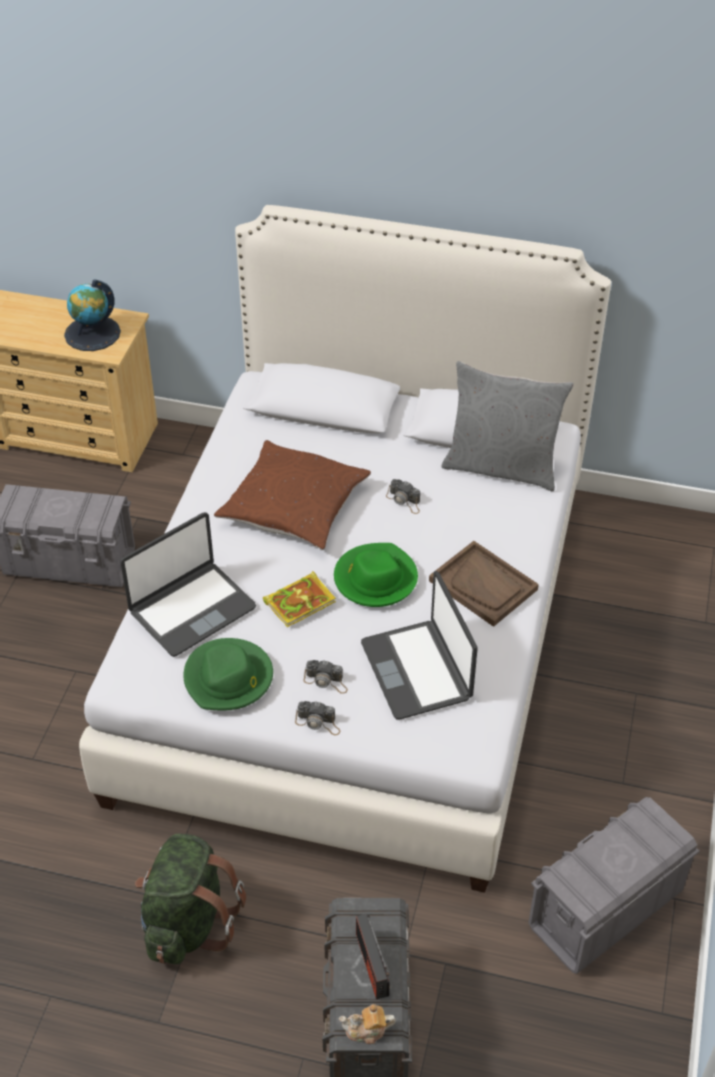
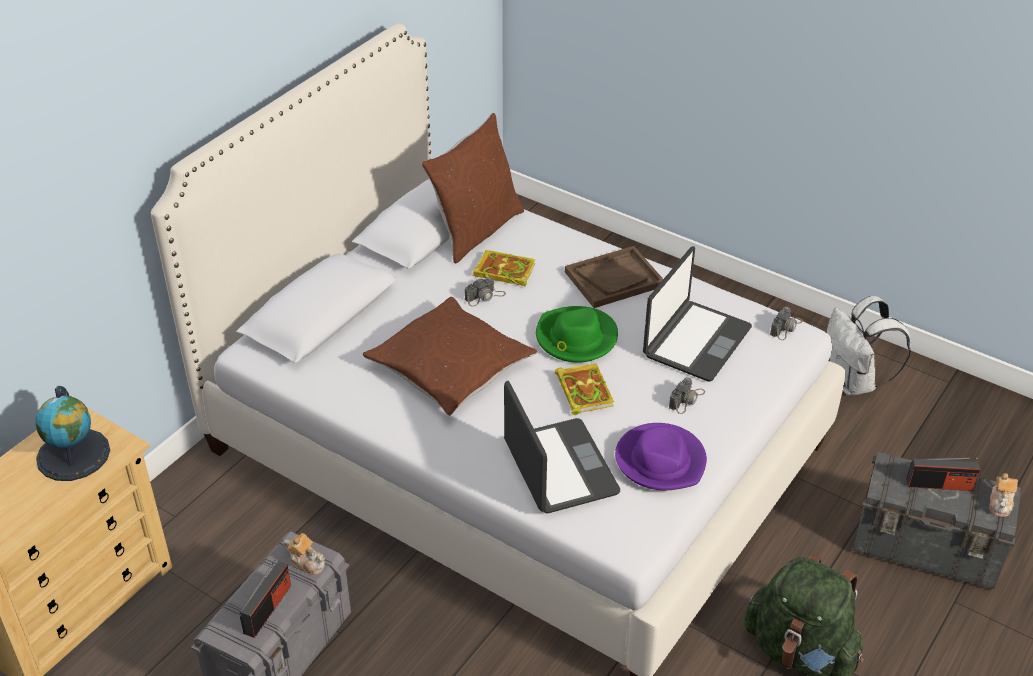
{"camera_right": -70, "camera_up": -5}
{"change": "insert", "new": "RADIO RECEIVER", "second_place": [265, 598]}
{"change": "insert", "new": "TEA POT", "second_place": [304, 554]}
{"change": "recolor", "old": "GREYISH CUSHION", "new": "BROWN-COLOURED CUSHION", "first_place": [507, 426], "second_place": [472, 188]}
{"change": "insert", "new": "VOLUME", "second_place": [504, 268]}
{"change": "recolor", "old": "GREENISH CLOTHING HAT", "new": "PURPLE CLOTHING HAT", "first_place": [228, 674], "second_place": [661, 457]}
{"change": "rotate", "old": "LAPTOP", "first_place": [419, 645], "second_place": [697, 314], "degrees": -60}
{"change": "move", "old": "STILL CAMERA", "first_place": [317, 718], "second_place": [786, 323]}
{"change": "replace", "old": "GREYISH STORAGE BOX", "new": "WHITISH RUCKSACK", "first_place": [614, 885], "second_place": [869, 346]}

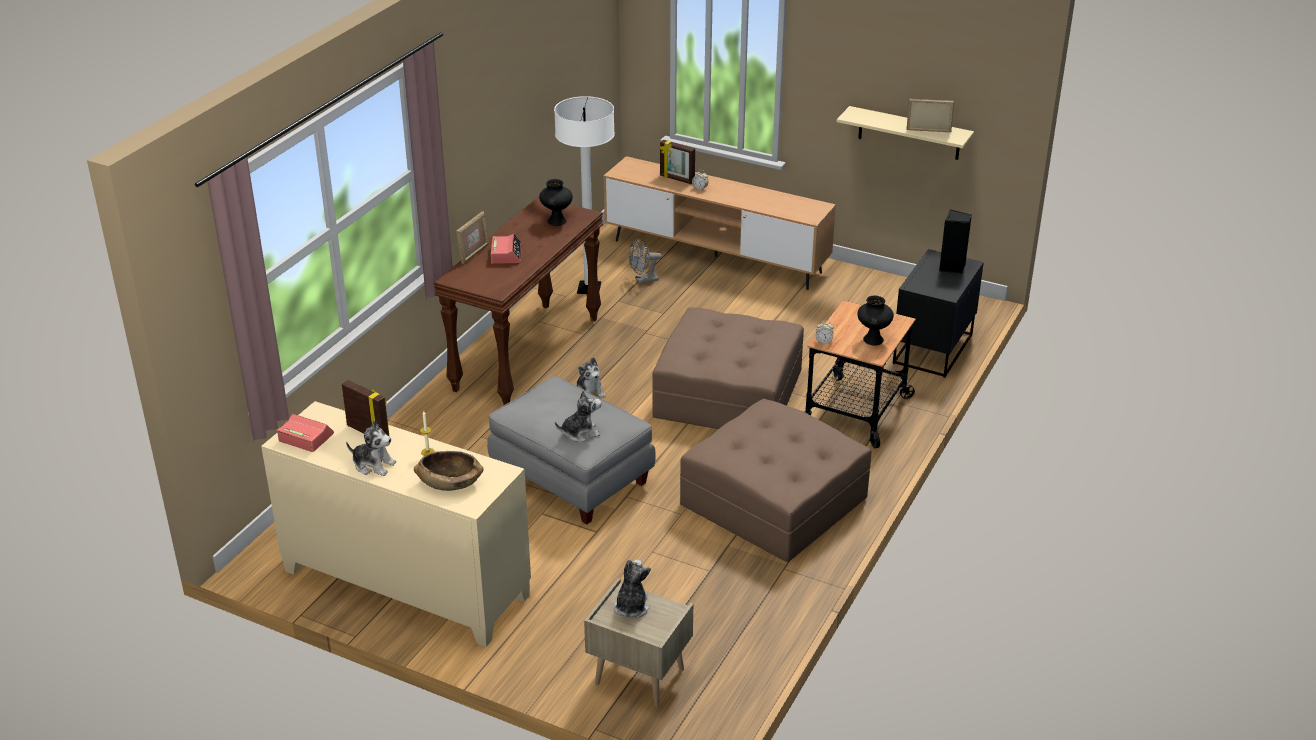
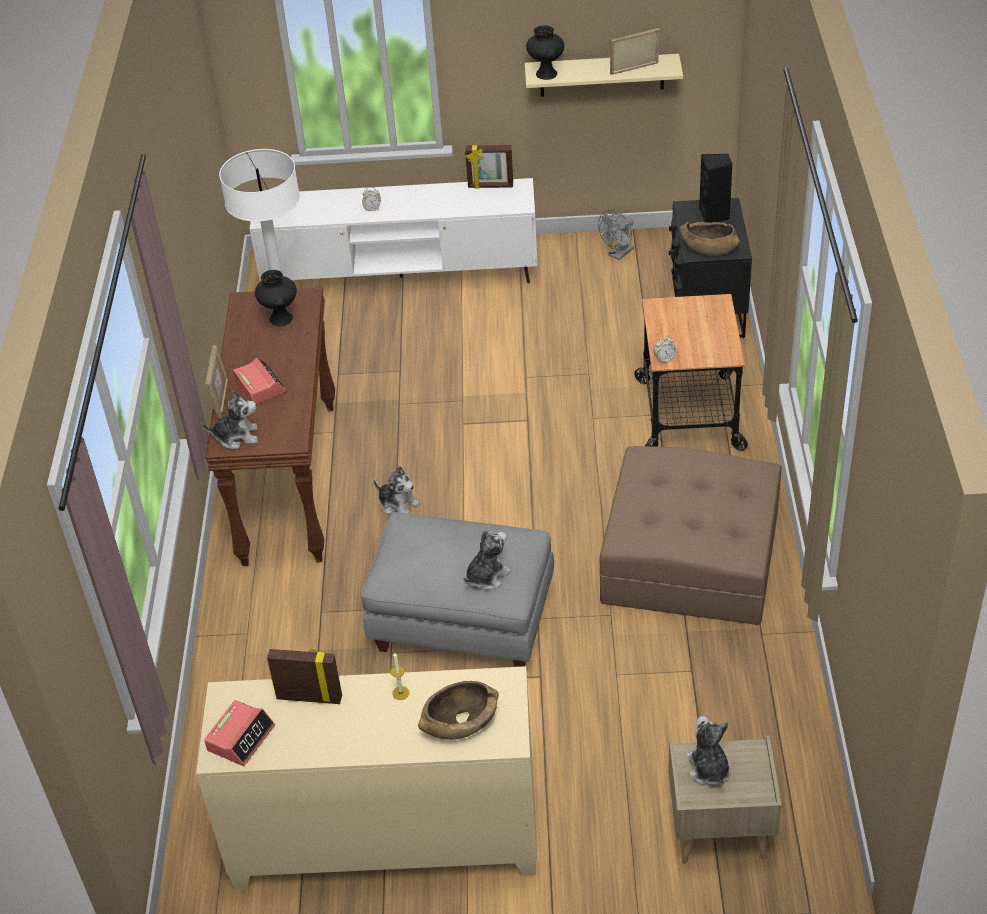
{"camera_right": -25, "camera_up": 10}
{"change": "move", "old": "CUDDLY TOY", "first_place": [371, 448], "second_place": [230, 419]}
{"change": "rotate", "old": "BEDSIDE CLOCK", "first_place": [305, 433], "second_place": [239, 733], "degrees": 120}
{"change": "recolor", "old": "BROWN-COLOURED TV UNIT", "new": "WHITISH TV UNIT", "first_place": [720, 223], "second_place": [394, 230]}
{"change": "move", "old": "PHOTO FRAME", "first_place": [677, 162], "second_place": [489, 167]}
{"change": "move", "old": "BLACK-COLOURED VASE", "first_place": [875, 321], "second_place": [545, 52]}
{"change": "move", "old": "GREYISH ELECTRIC FAN", "first_place": [645, 261], "second_place": [616, 235]}
{"change": "insert", "new": "BROWN-COLOURED BOWL", "second_place": [710, 239]}
{"change": "delete", "old": "BROWN-COLOURED OTTOMAN", "first_place": [728, 368]}

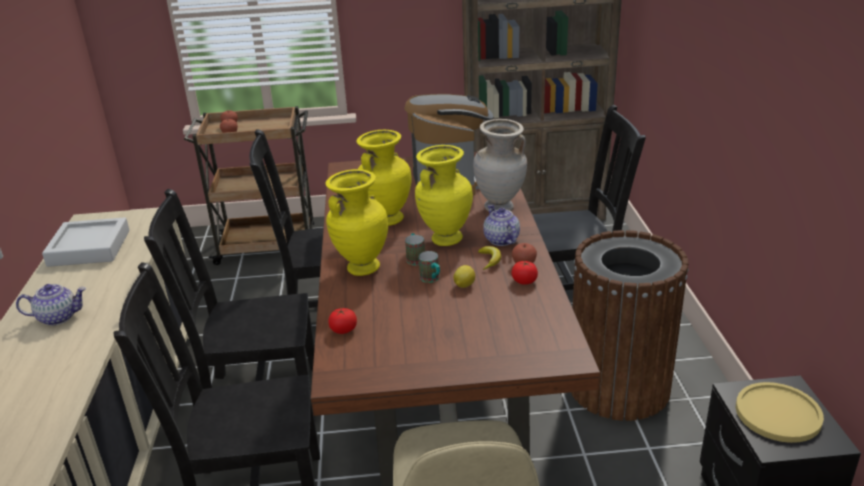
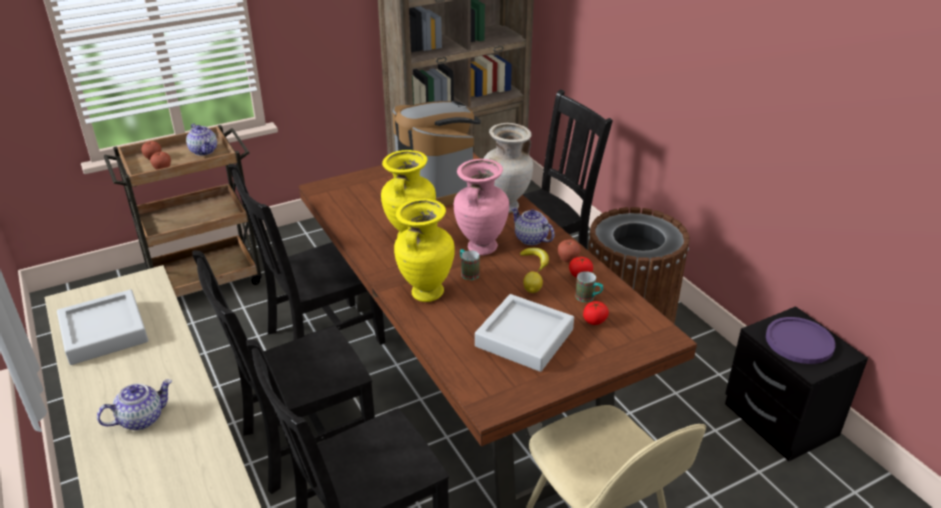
{"camera_right": -25, "camera_up": 5}
{"change": "insert", "new": "TEA POT", "second_place": [201, 139]}
{"change": "recolor", "old": "YELLOW VASE", "new": "PINK VASE", "first_place": [444, 195], "second_place": [481, 207]}
{"change": "insert", "new": "GREYISH CARRYING TRAY", "second_place": [524, 333]}
{"change": "move", "old": "MUG", "first_place": [429, 267], "second_place": [589, 286]}
{"change": "move", "old": "TOMATO", "first_place": [342, 321], "second_place": [596, 313]}
{"change": "recolor", "old": "YELLOW PLATE", "new": "PURPLE PLATE", "first_place": [780, 412], "second_place": [800, 340]}

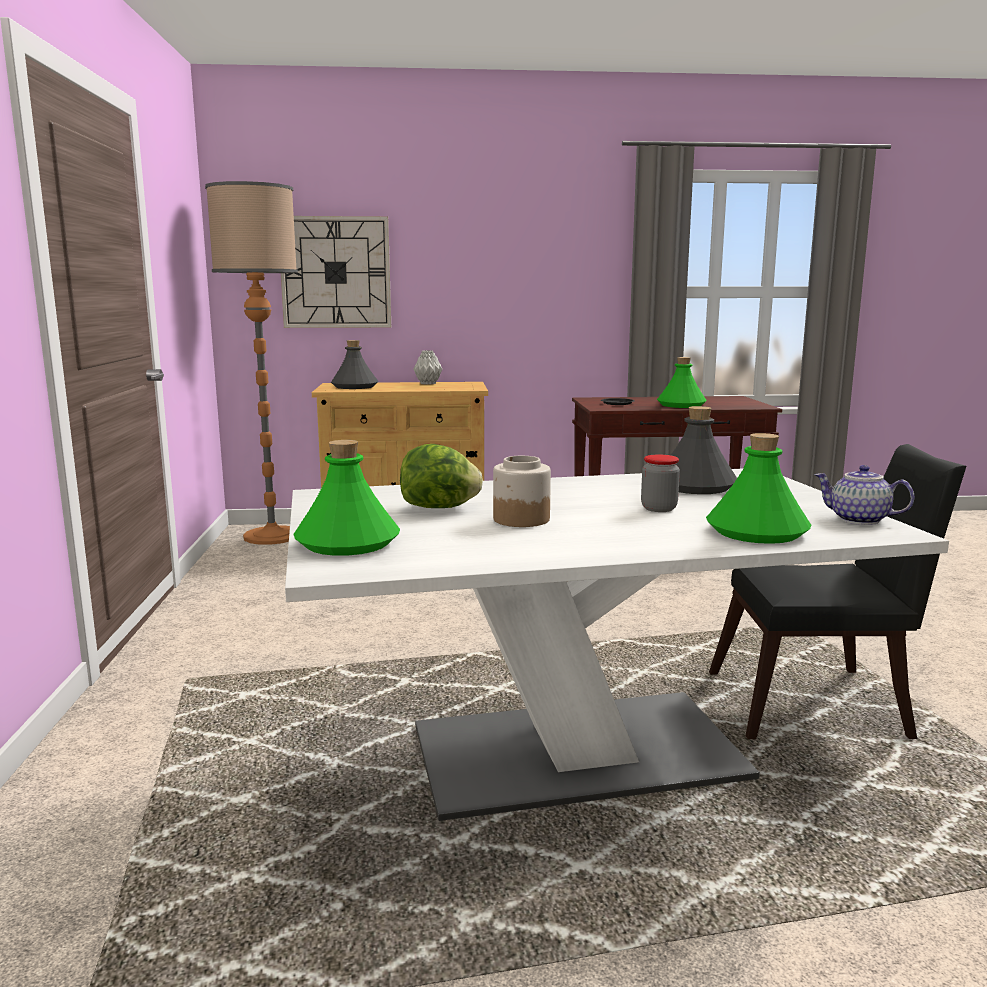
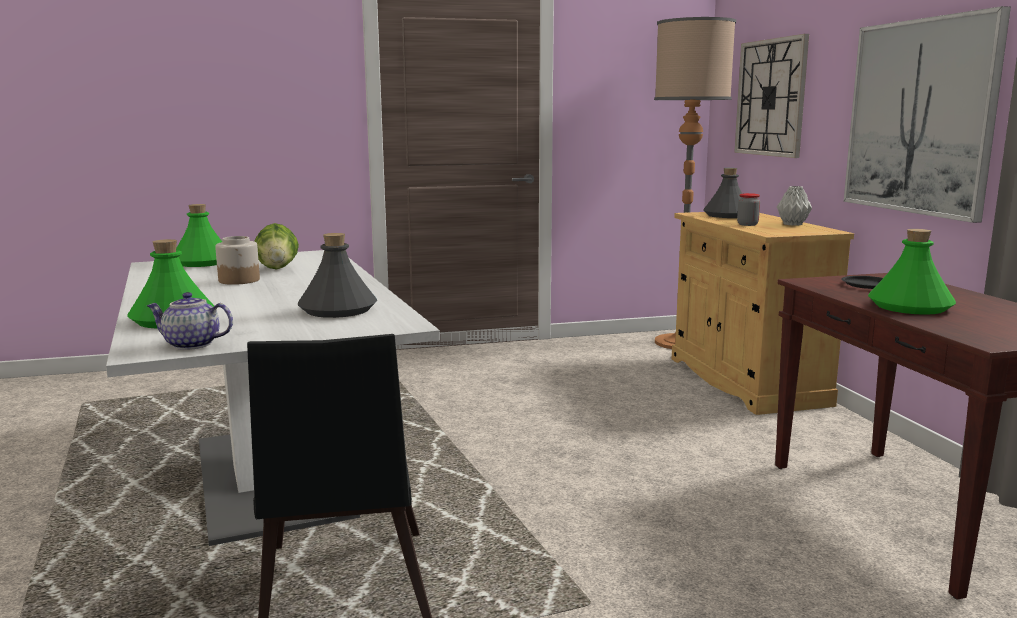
{"camera_right": 80, "camera_up": 0}
{"change": "rotate", "old": "TEA POT", "first_place": [864, 495], "second_place": [189, 321], "degrees": -105}
{"change": "move", "old": "STORAGE JAR", "first_place": [660, 483], "second_place": [748, 209]}
{"change": "insert", "new": "WALL ART", "second_place": [927, 114]}

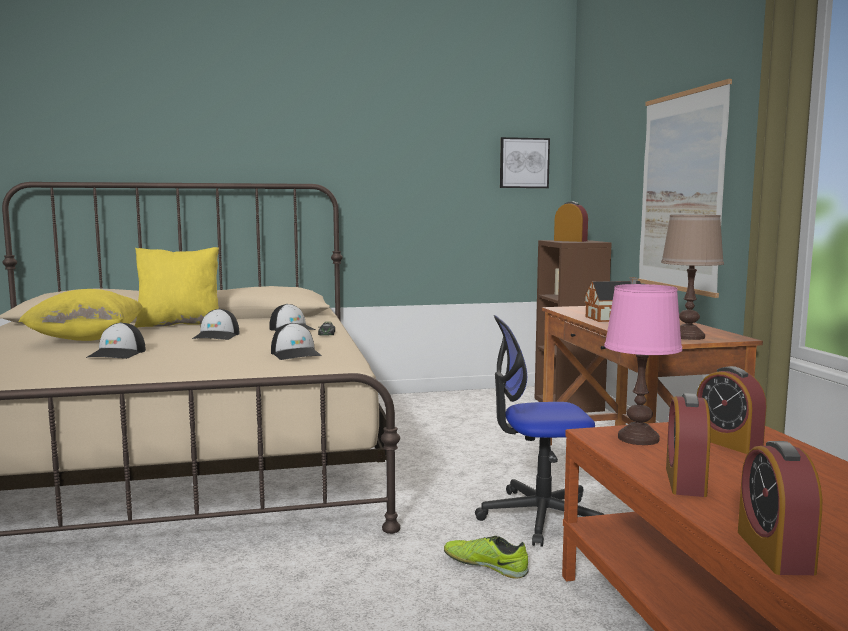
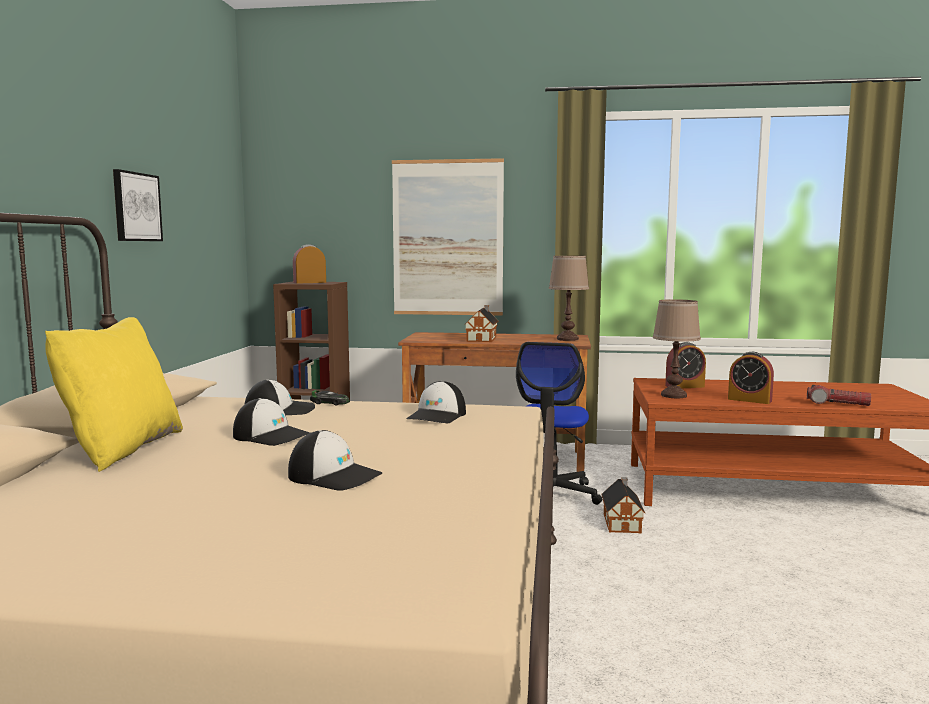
{"camera_right": -70, "camera_up": 0}
{"change": "move", "old": "WALL ART", "first_place": [525, 162], "second_place": [138, 205]}
{"change": "rotate", "old": "BASEBALL CAP", "first_place": [296, 341], "second_place": [436, 402], "degrees": 120}
{"change": "replace", "old": "ITEM OF FOOTWEAR", "new": "TOY HOUSE", "first_place": [486, 557], "second_place": [623, 505]}
{"change": "recolor", "old": "PINK LAMP FOR A TABLE", "new": "BROWN-COLOURED LAMP FOR A TABLE", "first_place": [643, 364], "second_place": [677, 348]}
{"change": "replace", "old": "BEDSIDE CLOCK", "new": "TORCH", "first_place": [780, 508], "second_place": [839, 395]}
{"change": "delete", "old": "YELLOW CUSHION", "first_place": [80, 315]}

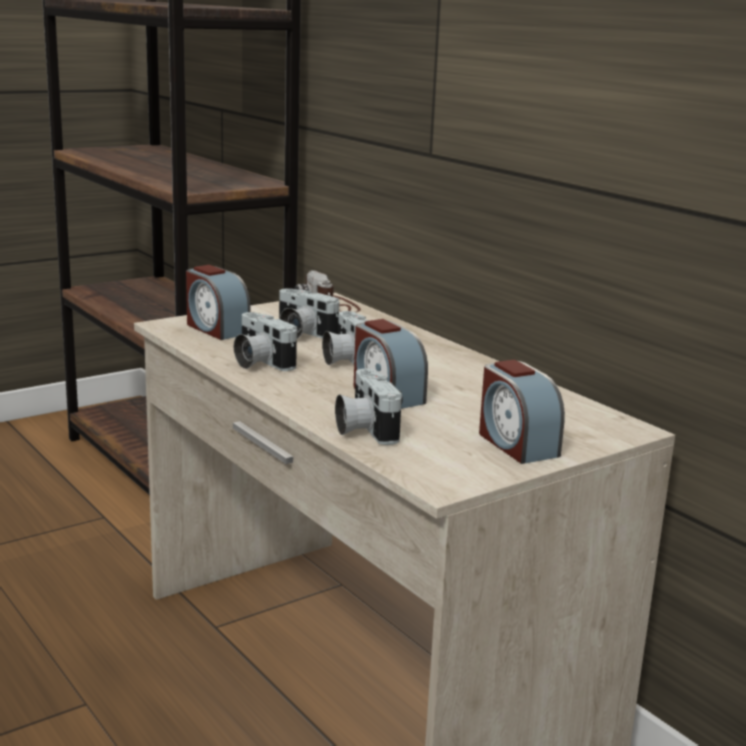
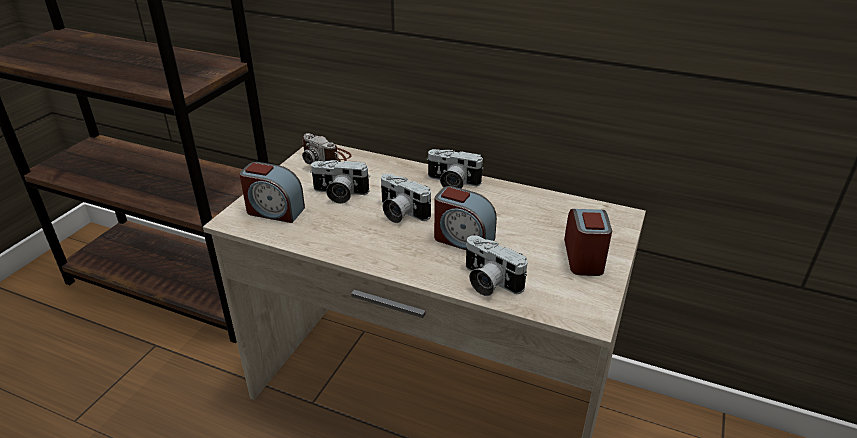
{"camera_right": -30, "camera_up": 15}
{"change": "move", "old": "STILL CAMERA", "first_place": [265, 341], "second_place": [455, 169]}
{"change": "rotate", "old": "BEDSIDE CLOCK", "first_place": [522, 412], "second_place": [588, 242], "degrees": -120}

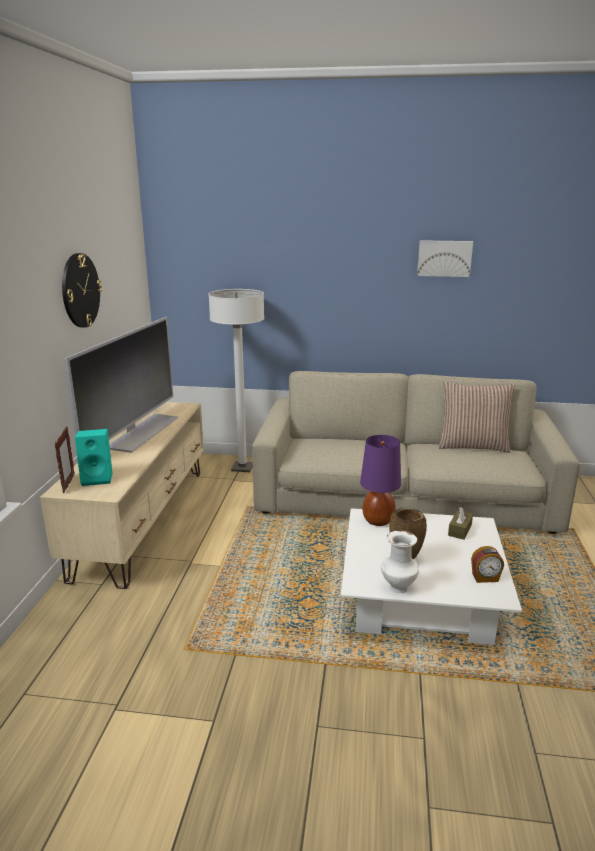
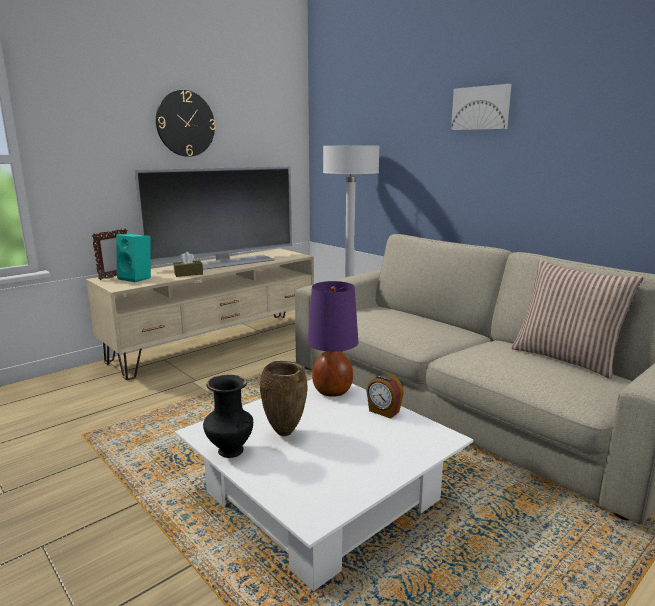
{"camera_right": 40, "camera_up": -5}
{"change": "move", "old": "BROWN-COLOURED TISSUE HOLDER", "first_place": [460, 523], "second_place": [188, 264]}
{"change": "recolor", "old": "WHITISH VASE", "new": "BLACK-COLOURED VASE", "first_place": [400, 562], "second_place": [228, 416]}
{"change": "move", "old": "BEDSIDE CLOCK", "first_place": [487, 564], "second_place": [385, 396]}
{"change": "move", "old": "WALL ART", "first_place": [445, 258], "second_place": [481, 107]}

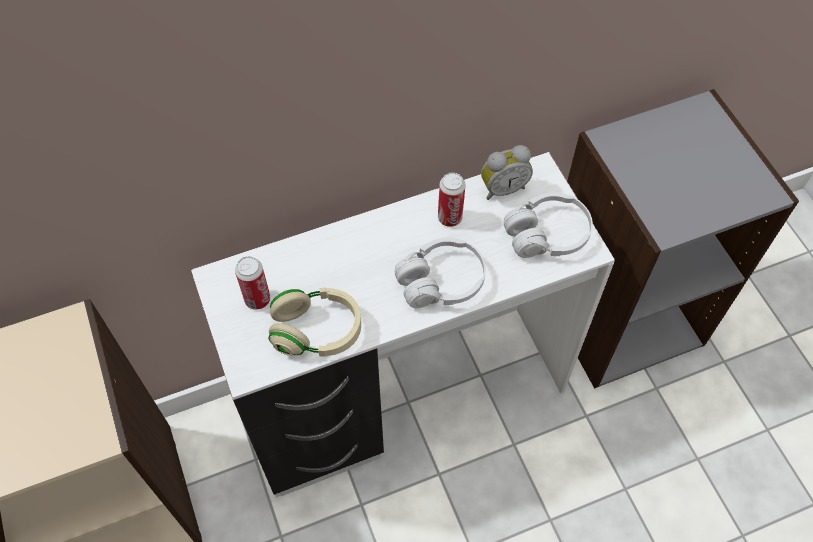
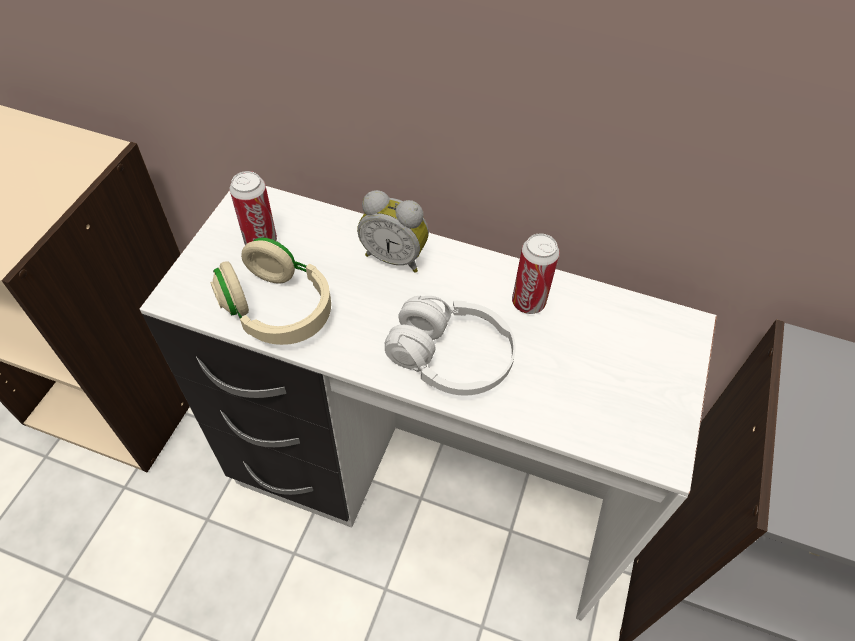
{"camera_right": 40, "camera_up": -5}
{"change": "move", "old": "BEDSIDE CLOCK", "first_place": [507, 172], "second_place": [393, 231]}
{"change": "delete", "old": "WHITISH HEADSET", "first_place": [548, 225]}

